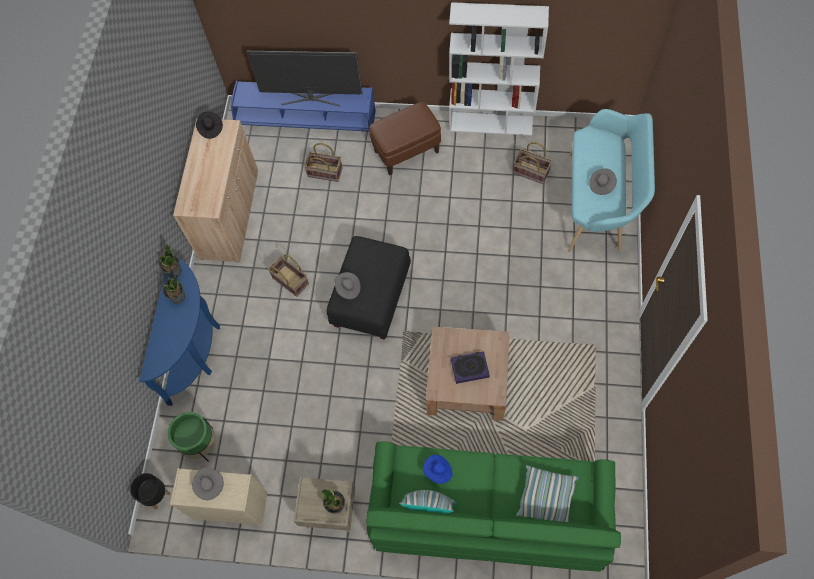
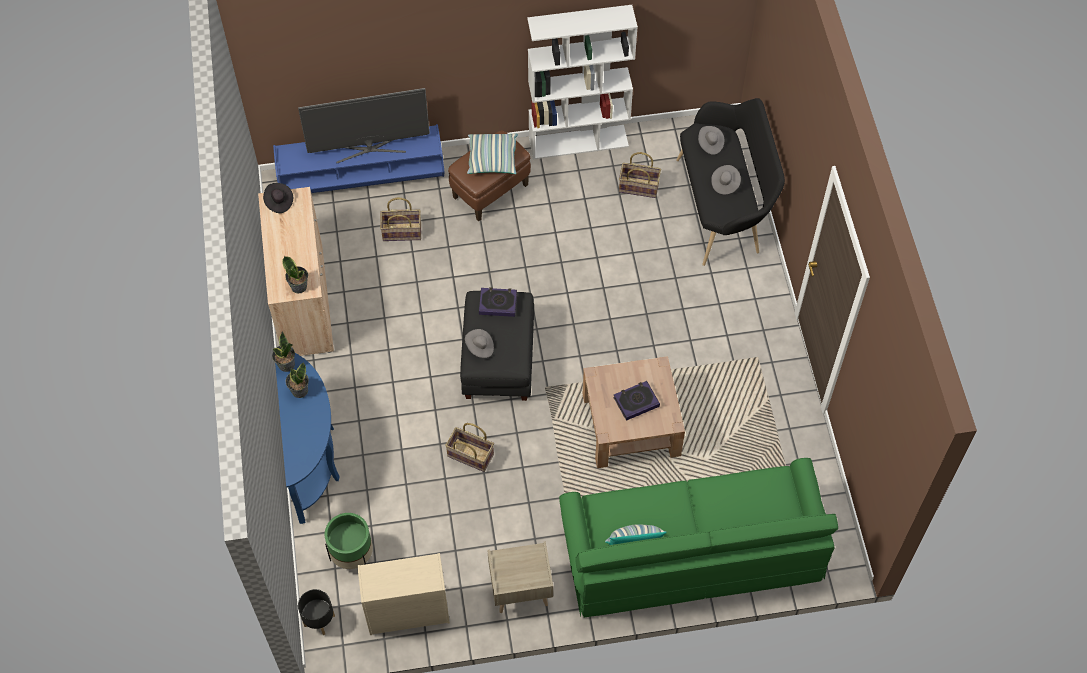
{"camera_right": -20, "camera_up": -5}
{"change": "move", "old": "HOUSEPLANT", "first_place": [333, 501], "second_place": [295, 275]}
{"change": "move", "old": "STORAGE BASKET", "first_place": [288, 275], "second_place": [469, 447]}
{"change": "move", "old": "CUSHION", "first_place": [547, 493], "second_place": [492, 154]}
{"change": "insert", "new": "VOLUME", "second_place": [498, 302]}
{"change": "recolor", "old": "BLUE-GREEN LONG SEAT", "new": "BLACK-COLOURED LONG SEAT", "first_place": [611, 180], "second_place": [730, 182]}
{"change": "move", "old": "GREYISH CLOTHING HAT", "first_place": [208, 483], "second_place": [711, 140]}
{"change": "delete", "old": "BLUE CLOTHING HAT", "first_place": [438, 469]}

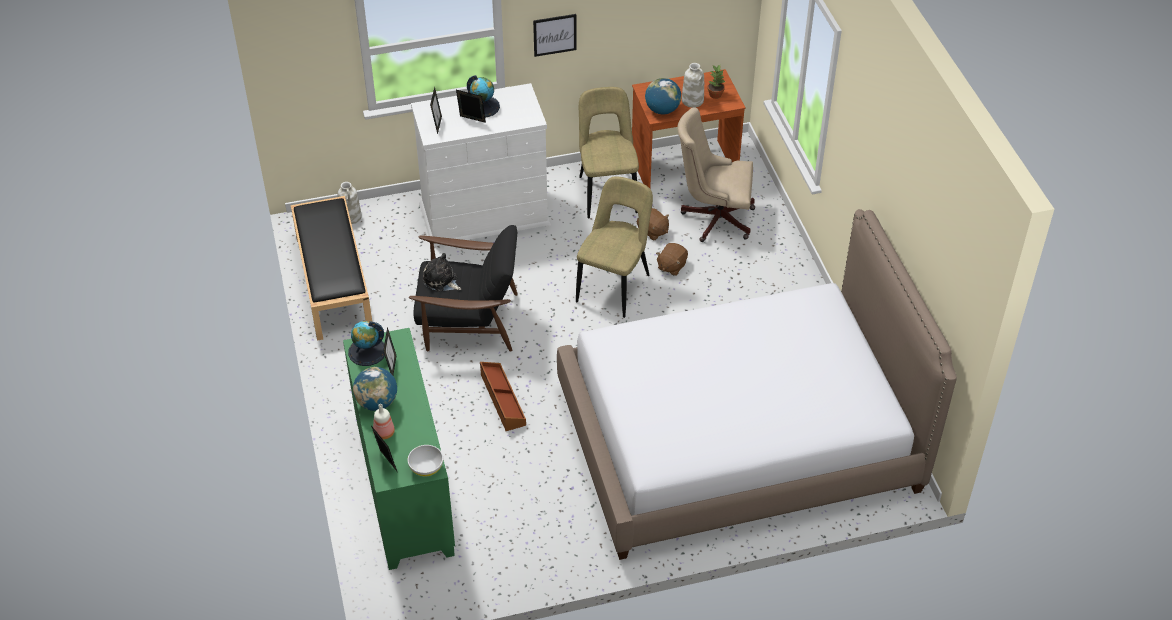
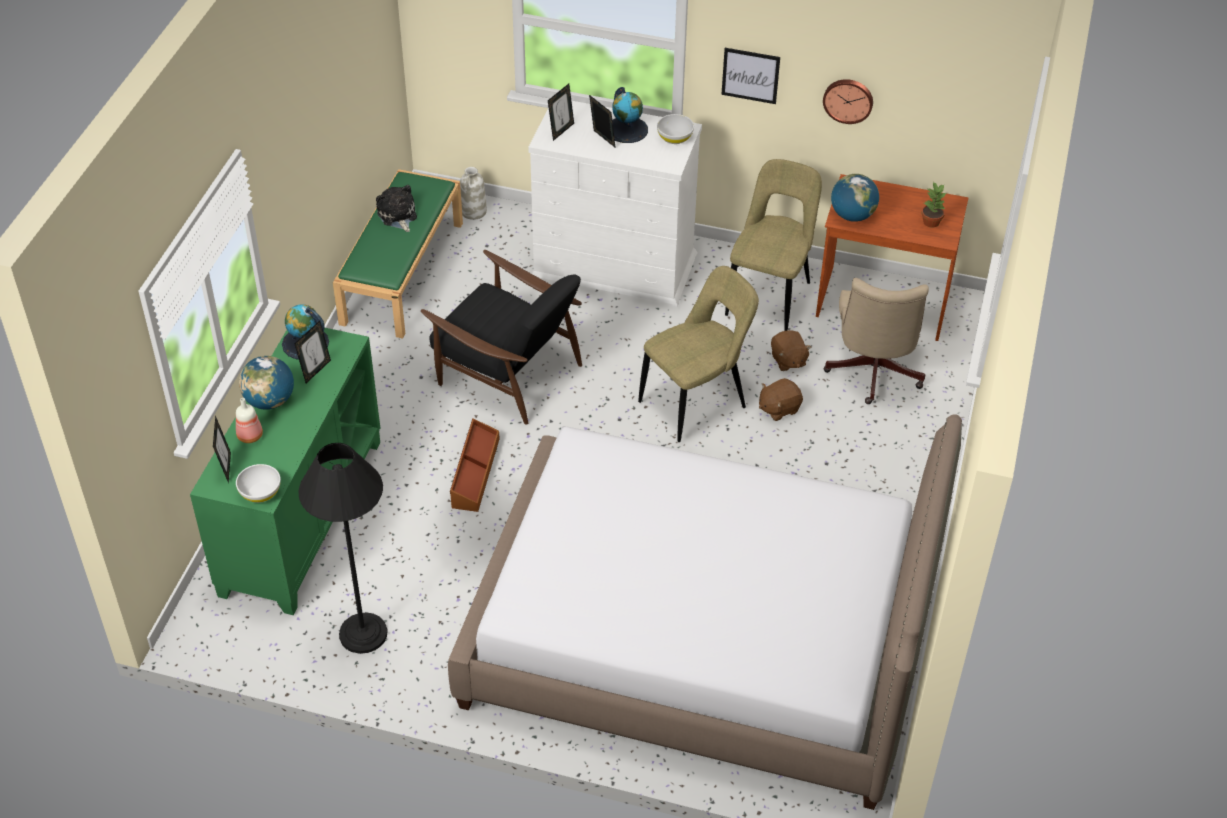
{"camera_right": 30, "camera_up": 0}
{"change": "insert", "new": "BLACK-COLOURED STANDARD LAMP", "second_place": [343, 548]}
{"change": "recolor", "old": "BLACK-COLOURED LONG SEAT", "new": "GREENISH LONG SEAT", "first_place": [331, 268], "second_place": [398, 254]}
{"change": "move", "old": "CUDDLY TOY", "first_place": [441, 272], "second_place": [396, 208]}
{"change": "insert", "new": "WHITISH BOWL", "second_place": [675, 129]}
{"change": "insert", "new": "CLOCK ON THE WALL", "second_place": [848, 101]}
{"change": "rotate", "old": "BEIGE COMPUTER CHAIR", "first_place": [716, 174], "second_place": [876, 341], "degrees": -120}
{"change": "delete", "old": "WHITISH VASE", "first_place": [693, 85]}

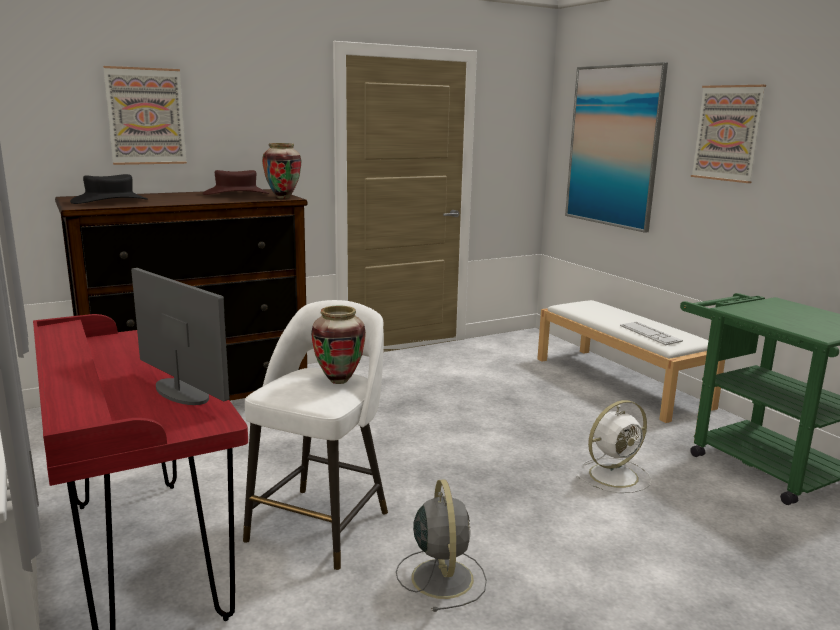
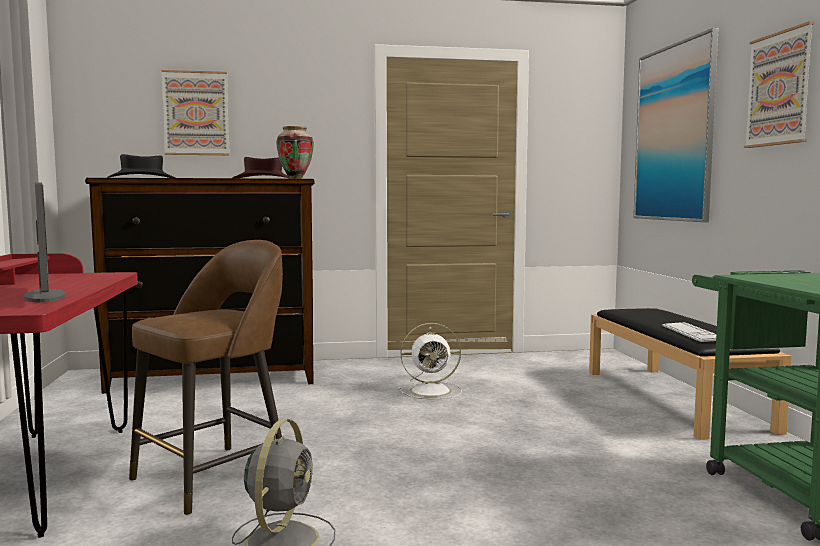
{"camera_right": 20, "camera_up": -10}
{"change": "recolor", "old": "WHITISH STOOL", "new": "BROWN-COLOURED STOOL", "first_place": [315, 435], "second_place": [206, 377]}
{"change": "move", "old": "WHITISH ELECTRIC FAN", "first_place": [613, 446], "second_place": [430, 361]}
{"change": "recolor", "old": "WHITISH LONG SEAT", "new": "BLACK-COLOURED LONG SEAT", "first_place": [631, 361], "second_place": [690, 374]}
{"change": "delete", "old": "VASE", "first_place": [338, 345]}

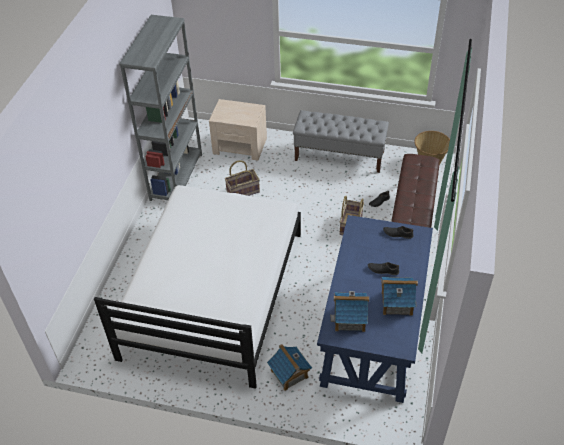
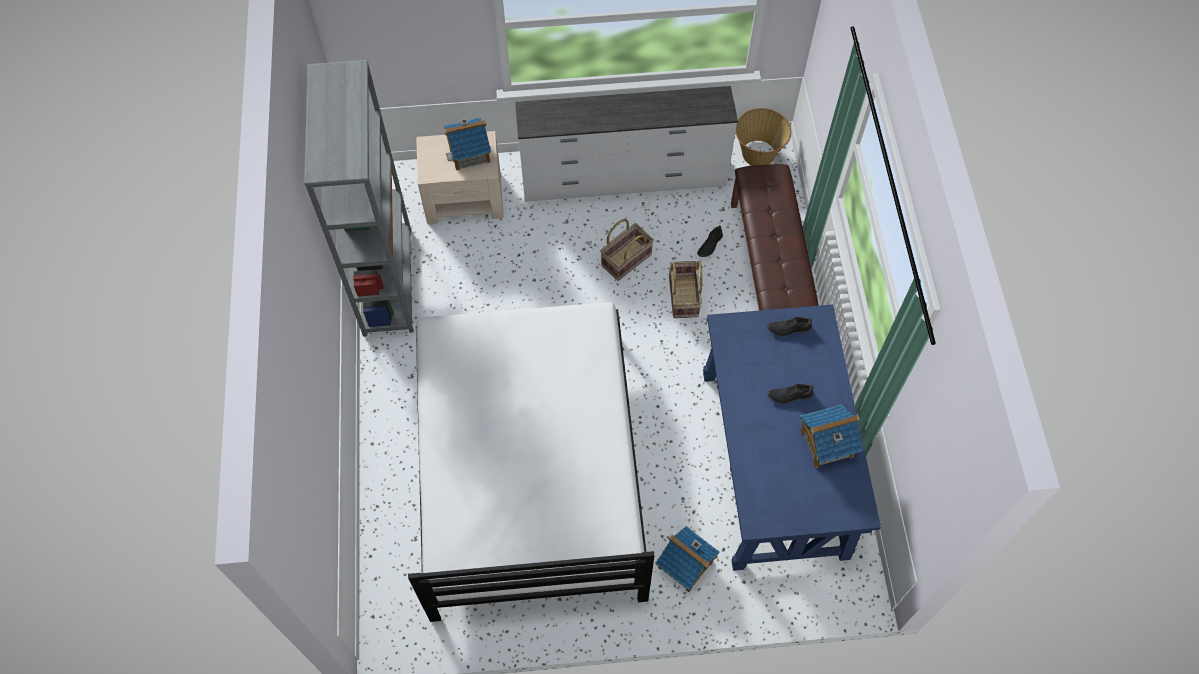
{"camera_right": -20, "camera_up": 15}
{"change": "move", "old": "TOY HOUSE", "first_place": [350, 311], "second_place": [467, 144]}
{"change": "replace", "old": "GREYISH LONG SEAT", "new": "WHITISH DRAWER CHEST", "first_place": [341, 141], "second_place": [626, 144]}
{"change": "move", "old": "STORAGE BASKET", "first_place": [242, 178], "second_place": [627, 250]}

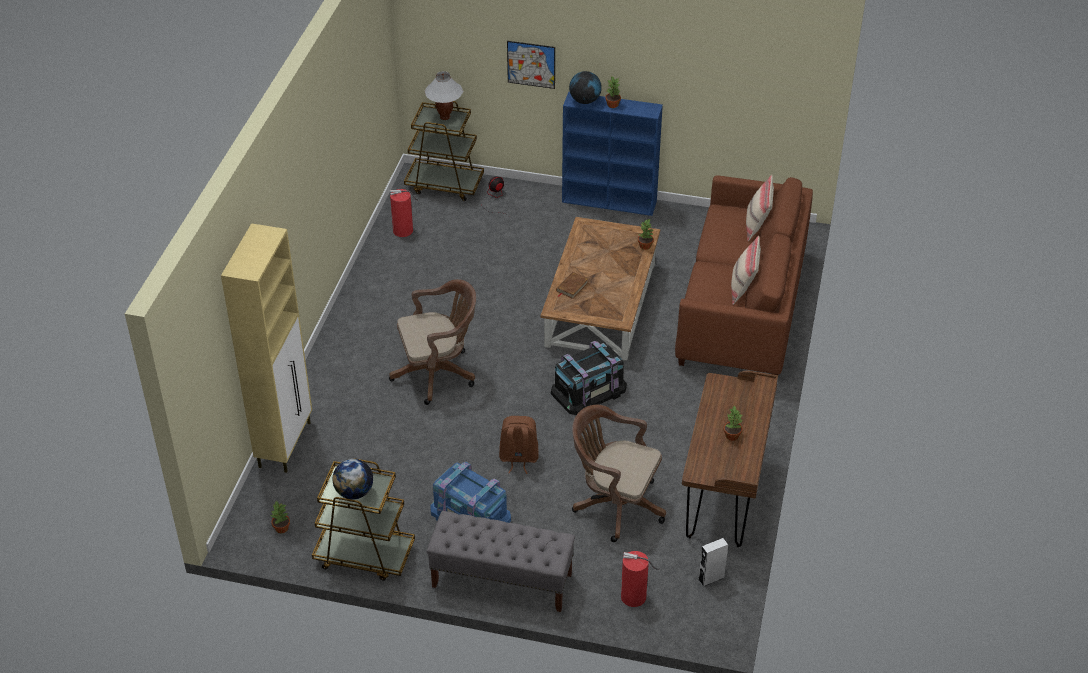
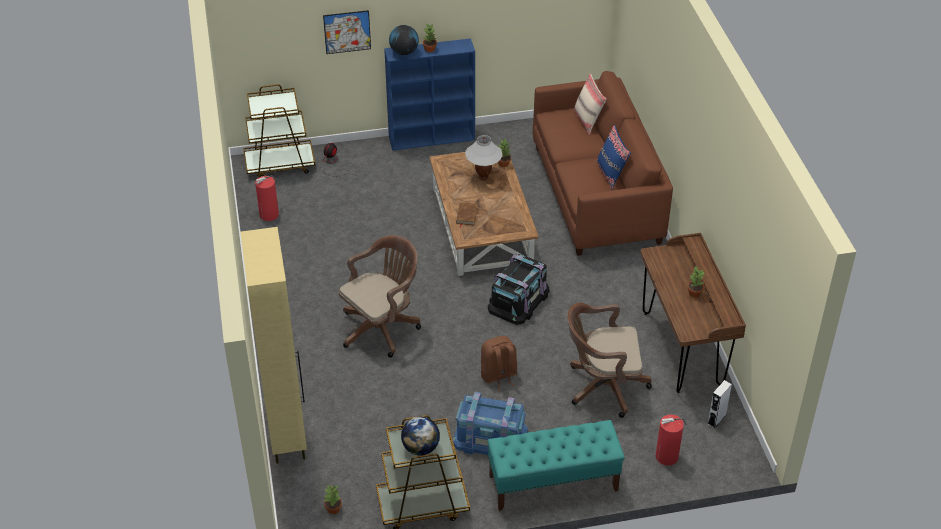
{"camera_right": -25, "camera_up": 0}
{"change": "move", "old": "WHITISH LAMP FOR A TABLE", "first_place": [444, 95], "second_place": [483, 157]}
{"change": "recolor", "old": "GREYISH LONG SEAT", "new": "BLUE-GREEN LONG SEAT", "first_place": [501, 561], "second_place": [556, 465]}
{"change": "recolor", "old": "BEIGE CUSHION", "new": "BLUE CUSHION", "first_place": [746, 270], "second_place": [613, 157]}

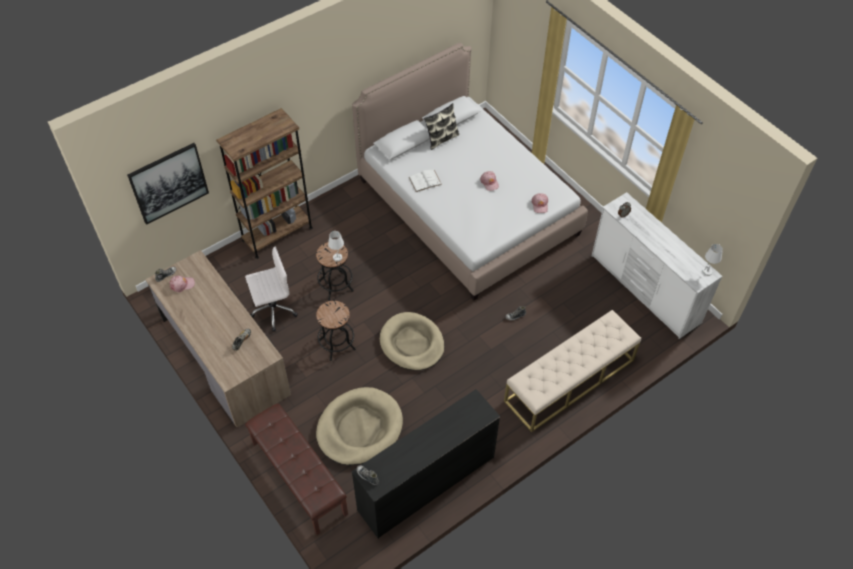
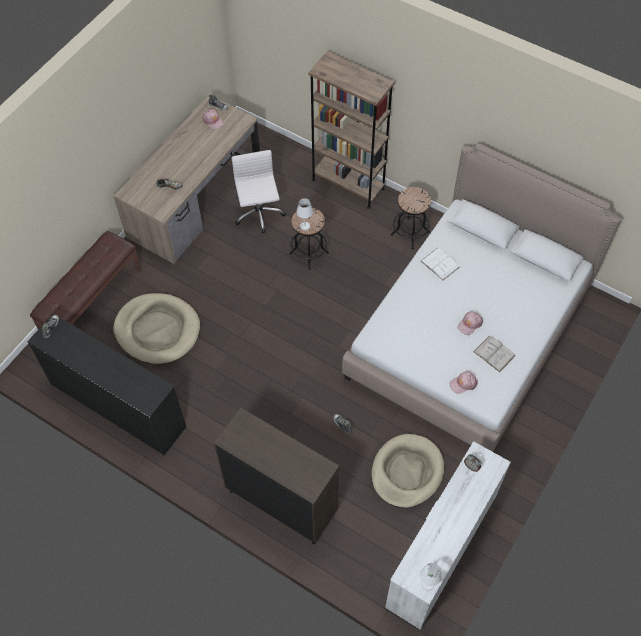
{"camera_right": 70, "camera_up": 5}
{"change": "replace", "old": "BEIGE LONG SEAT", "new": "BROWN-COLOURED STORAGE CABINET", "first_place": [572, 371], "second_place": [276, 476]}
{"change": "rotate", "old": "WHITISH COMPUTER CHAIR", "first_place": [271, 289], "second_place": [259, 191], "degrees": -150}
{"change": "move", "old": "BEIGE DOG BED", "first_place": [412, 341], "second_place": [408, 471]}
{"change": "move", "old": "BLACK-COLOURED STOOL", "first_place": [336, 331], "second_place": [411, 218]}
{"change": "insert", "new": "WHITISH VOLUME", "second_place": [495, 353]}
{"change": "delete", "old": "WALL ART", "first_place": [168, 184]}
{"change": "delete", "old": "CUSHION", "first_place": [442, 126]}

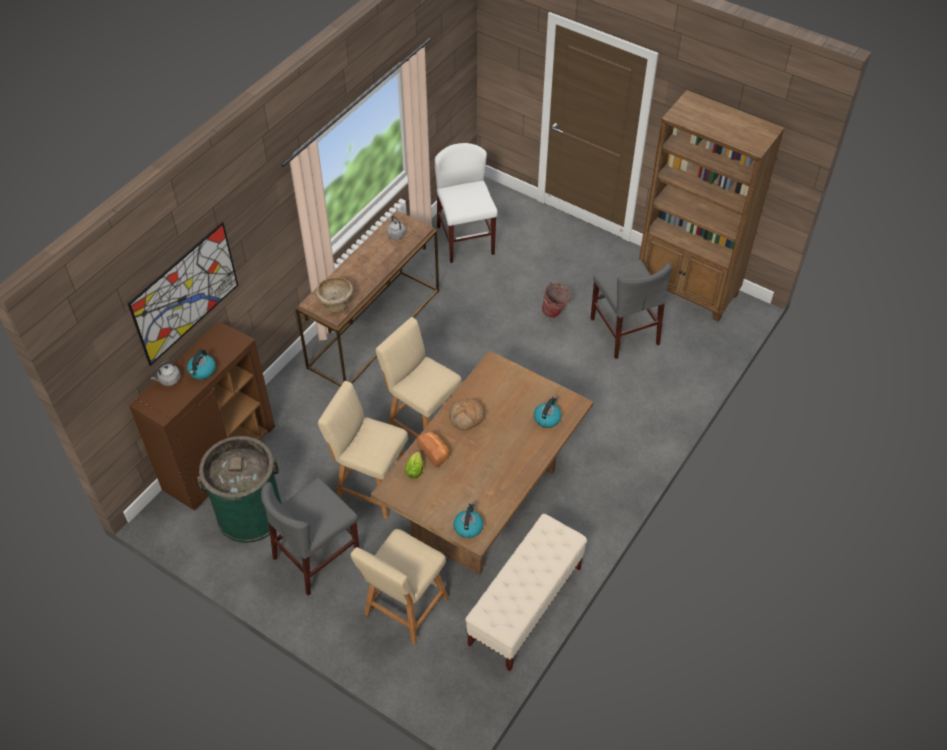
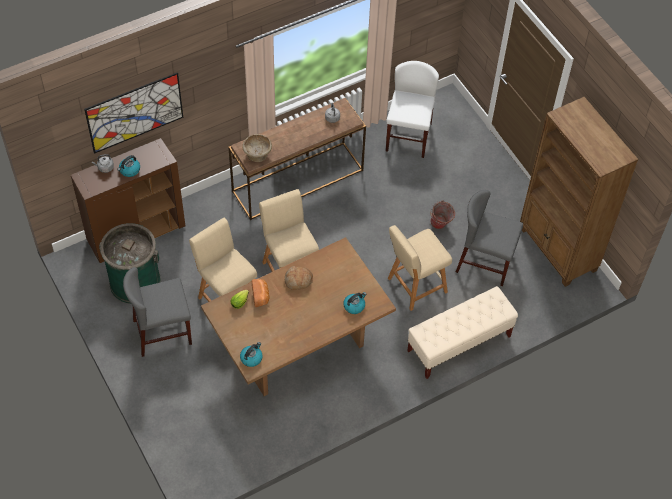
{"camera_right": 25, "camera_up": 5}
{"change": "move", "old": "BEIGE STOOL", "first_place": [399, 587], "second_place": [420, 268]}
{"change": "move", "old": "BEIGE LONG SEAT", "first_place": [526, 592], "second_place": [462, 332]}
{"change": "rotate", "old": "GREYISH CHAIR", "first_place": [631, 309], "second_place": [489, 238], "degrees": 105}

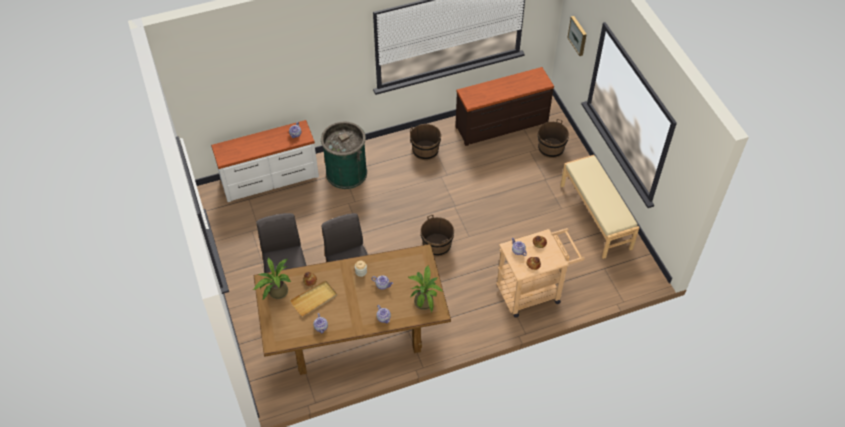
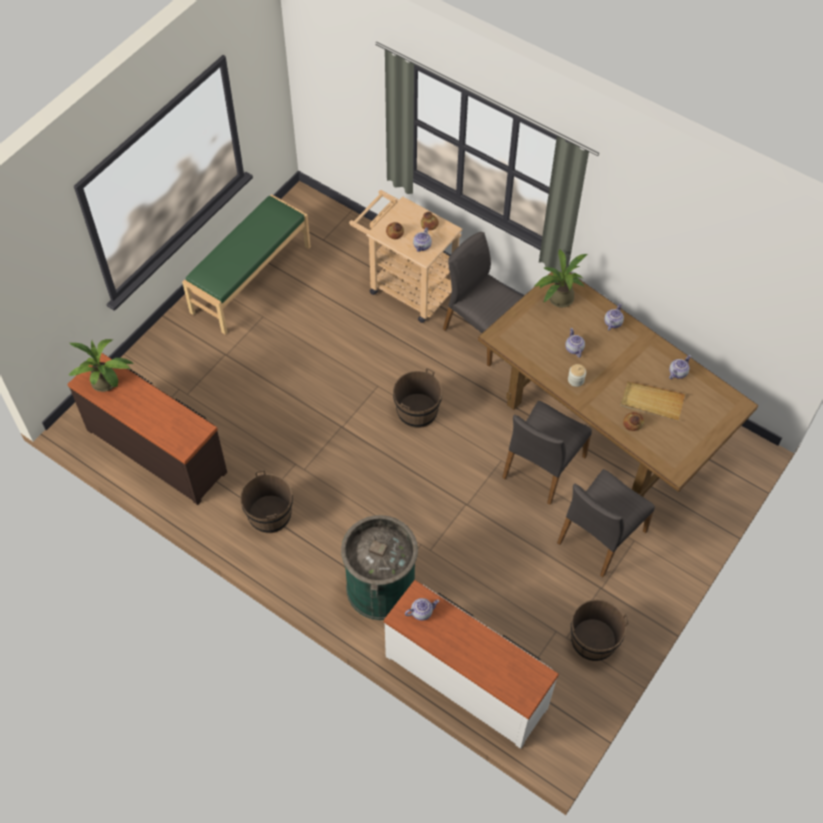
{"camera_right": -125, "camera_up": 5}
{"change": "move", "old": "HOUSEPLANT", "first_place": [272, 279], "second_place": [100, 365]}
{"change": "recolor", "old": "BEIGE LONG SEAT", "new": "GREENISH LONG SEAT", "first_place": [599, 207], "second_place": [246, 264]}
{"change": "insert", "new": "GREYISH CHAIR", "second_place": [483, 299]}
{"change": "move", "old": "BROWN-COLOURED WATER BUCKET", "first_place": [553, 138], "second_place": [599, 630]}
{"change": "delete", "old": "WALL ART", "first_place": [577, 36]}

